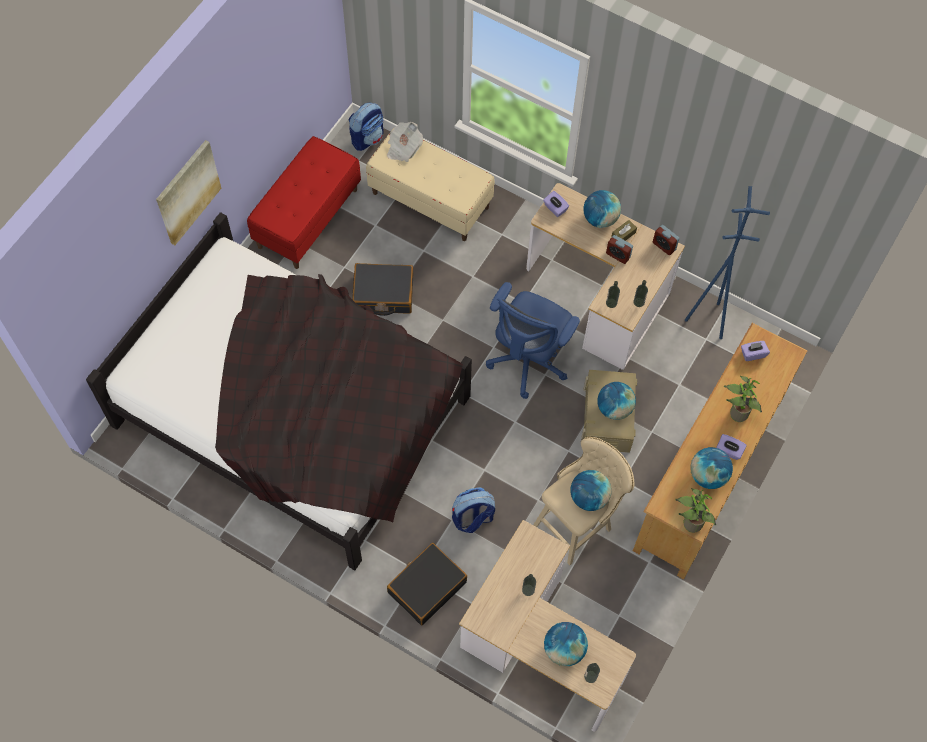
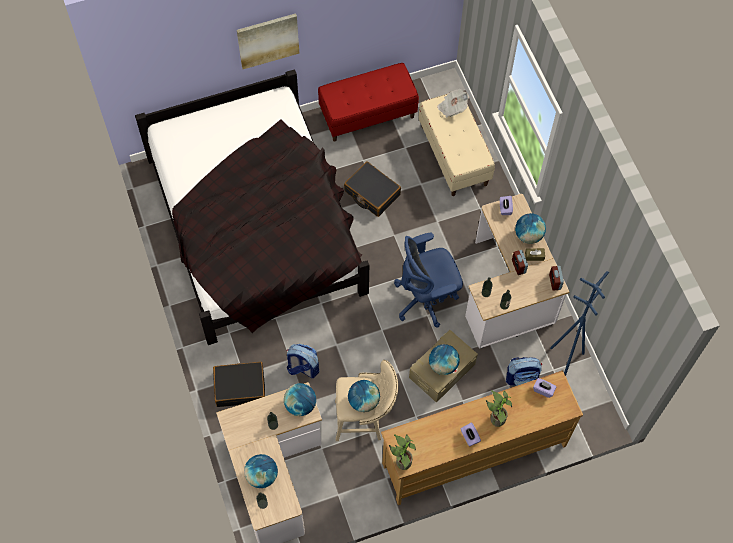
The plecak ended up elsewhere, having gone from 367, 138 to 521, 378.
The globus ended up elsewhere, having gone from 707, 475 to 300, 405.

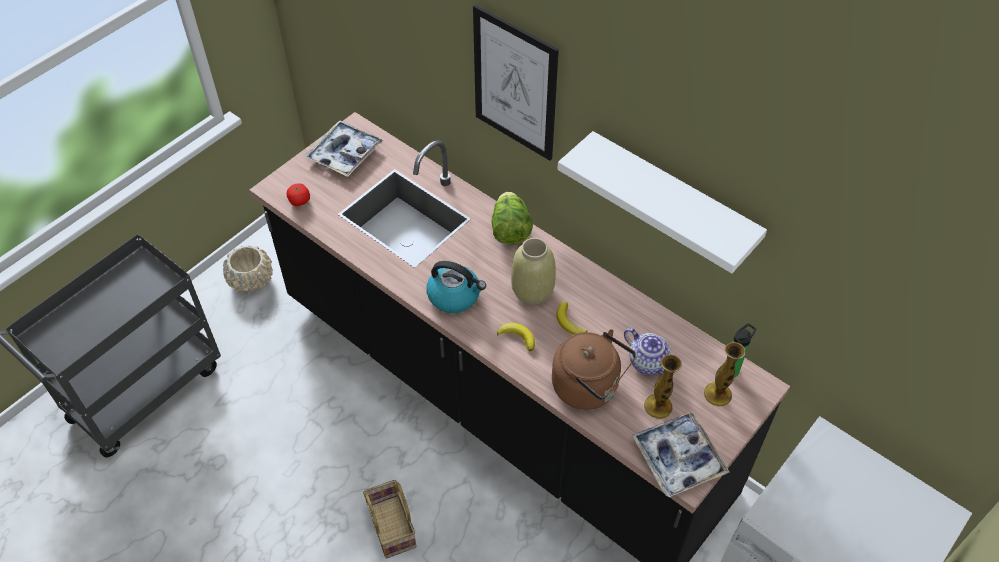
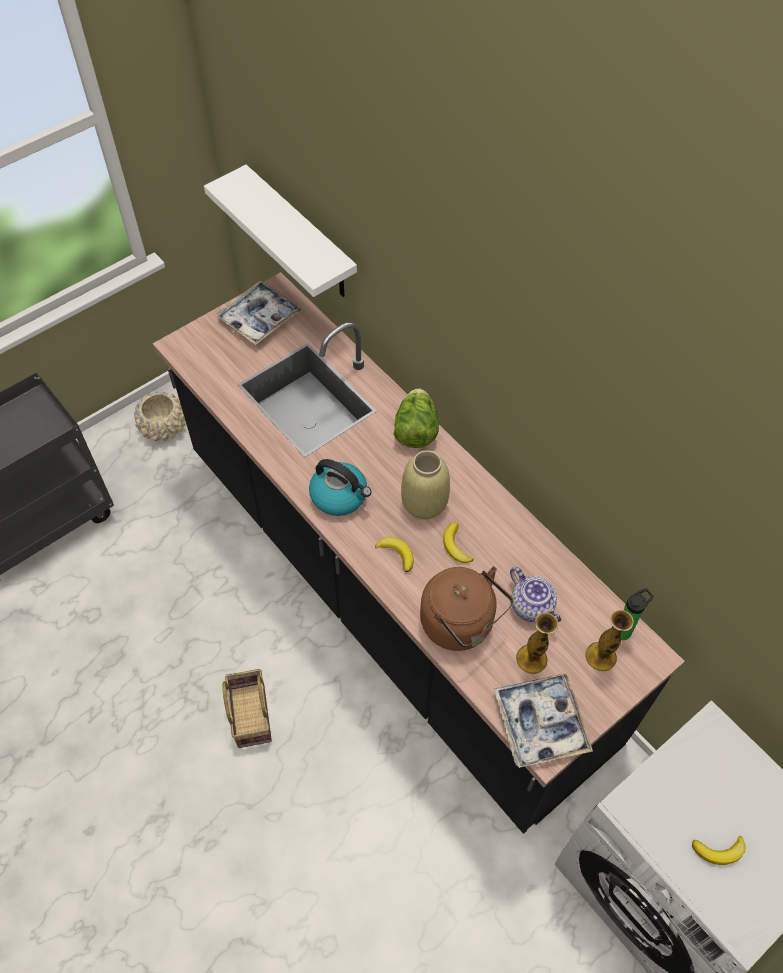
The second view lost the pomidor at 299, 201.
The second view lost the obraz at 515, 84.
The second view gained the banan at 719, 851.
The półka [biały] ended up elsewhere, having gone from 671, 201 to 301, 235.

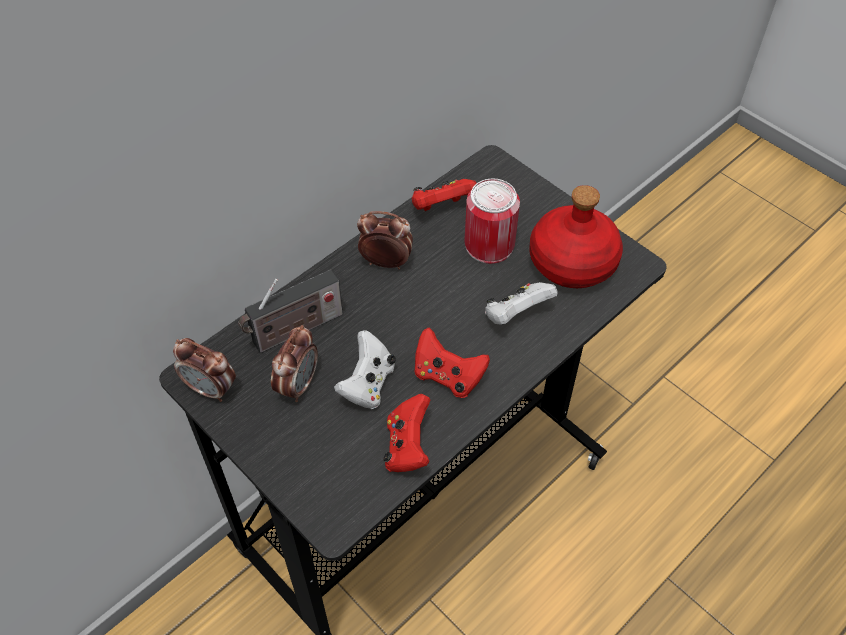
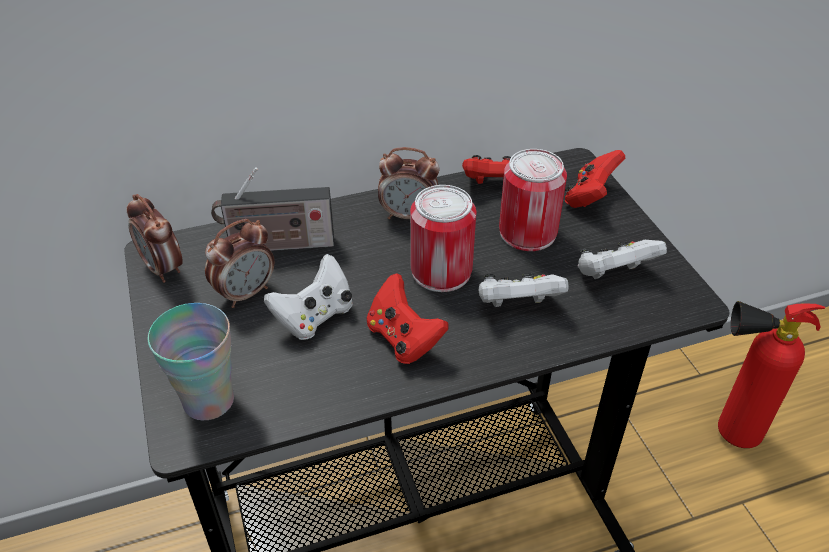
The second view gained the filiżanka at 208, 401.
The second view gained the puszka at 441, 271.
The second view gained the gaśnica at 727, 432.
The pad do gier [czerwony] ended up elsewhere, having gone from 407, 447 to 590, 197.
Where the butelka [czerwony] stood at 572, 261, the pad do gier [biały] came to stand at 613, 275.
The budzik at 386, 262 ended up facing another way, 150 degrees clockwise from before.

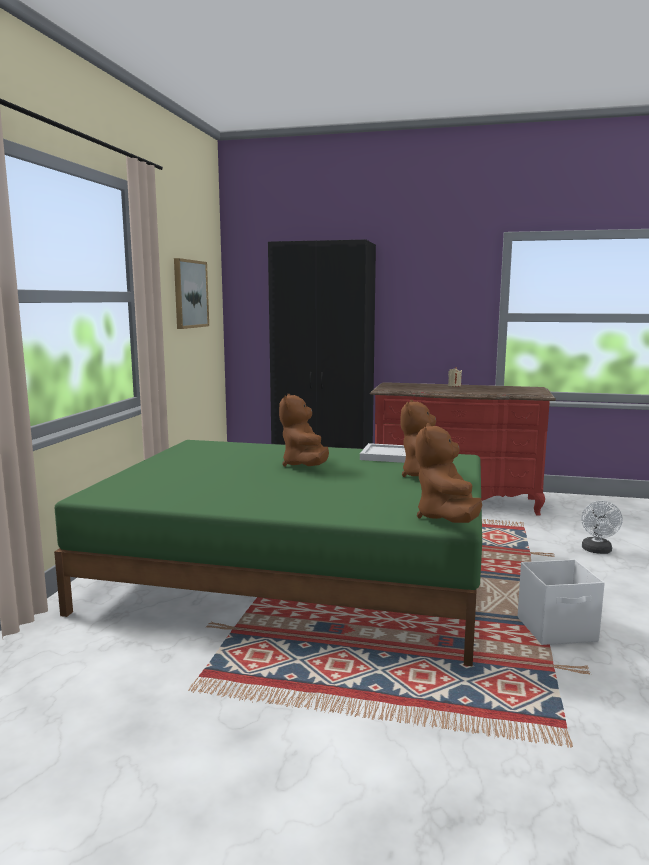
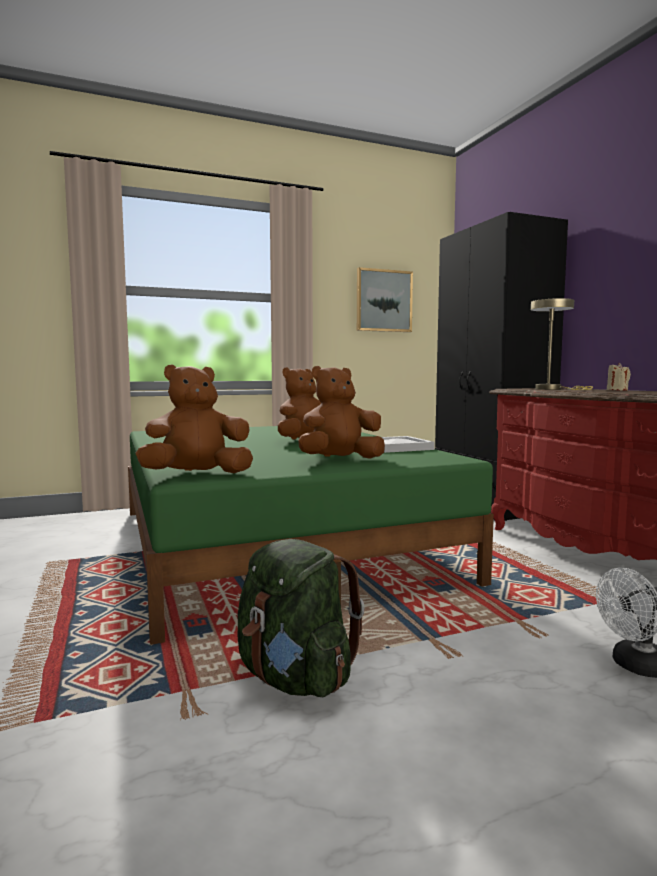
The second view gained the lampa stołowa [beżowy] at 553, 389.
Where the pojemnik do przechowywania [biały] stood at 557, 629, the plecak [zielony] came to stand at 295, 678.

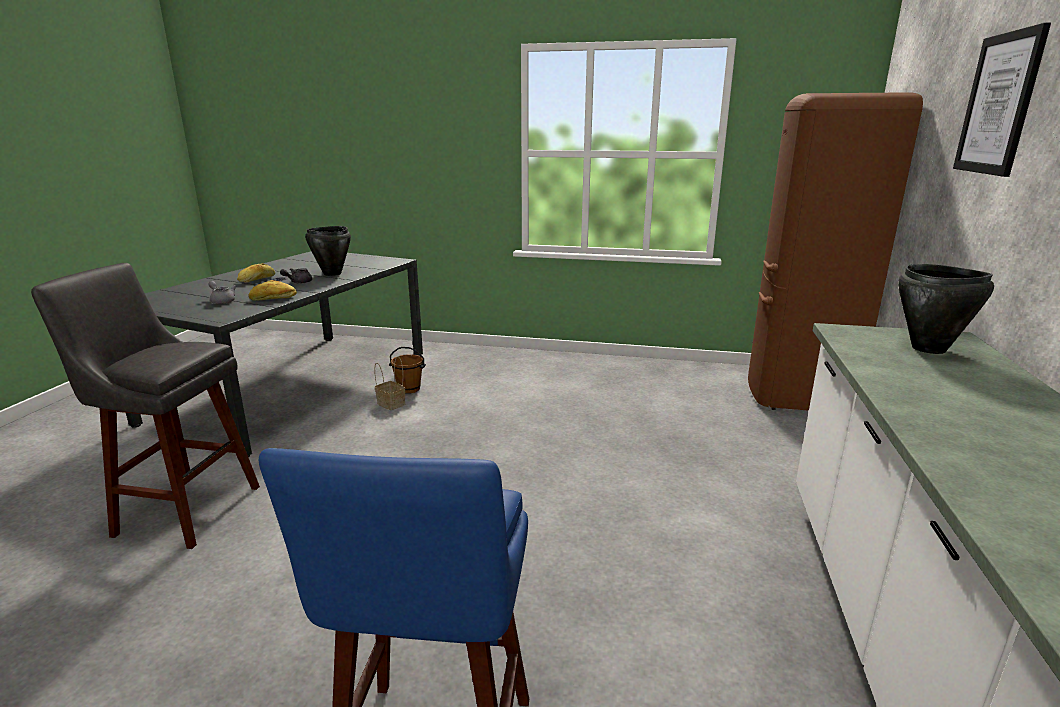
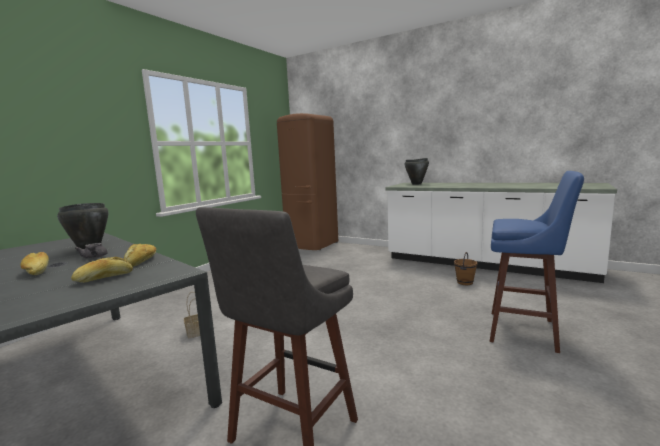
The second view lost the obraz at 999, 104.
The wiadro [brązowy] ended up elsewhere, having gone from 409, 389 to 465, 283.
Where the imbryk [szary] stood at 222, 301, the chleb came to stand at 104, 278.

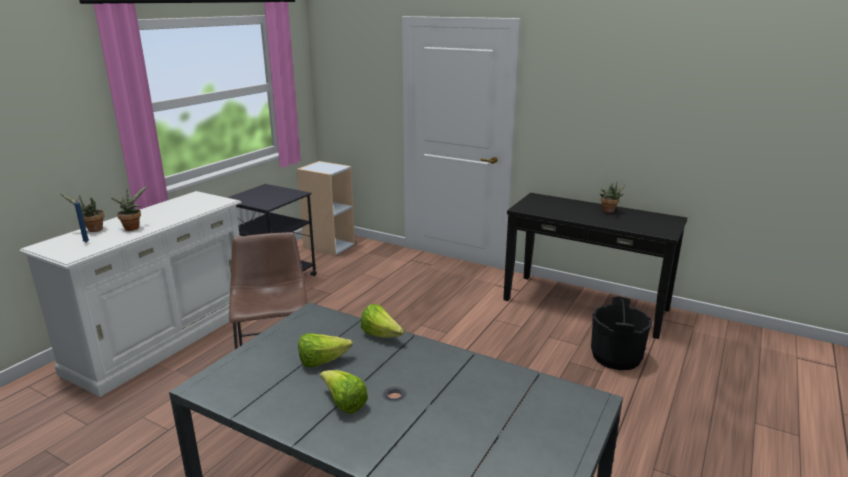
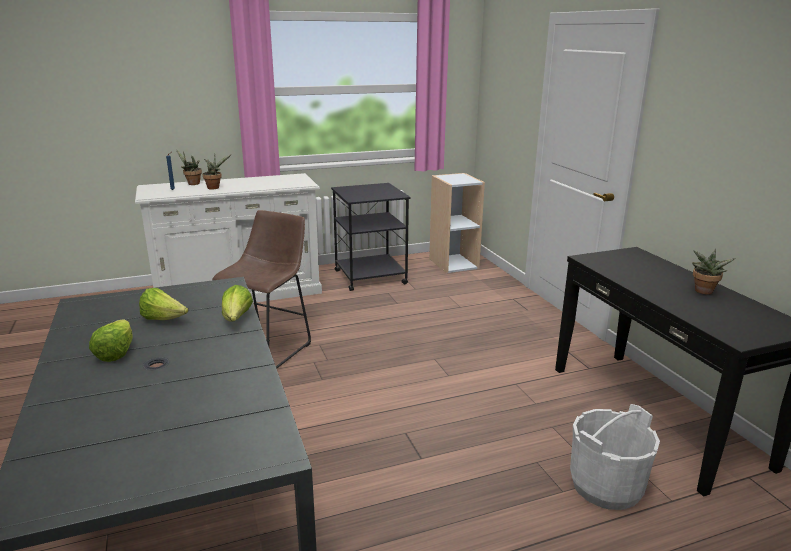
What was the wiadro [czarny] at 616, 357 turned into the wiadro [biały] at 605, 486.

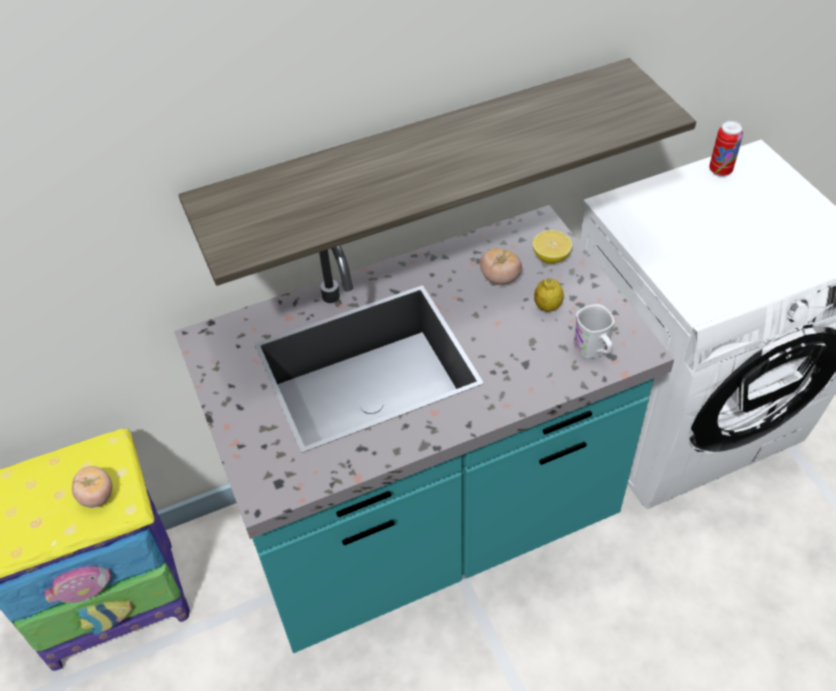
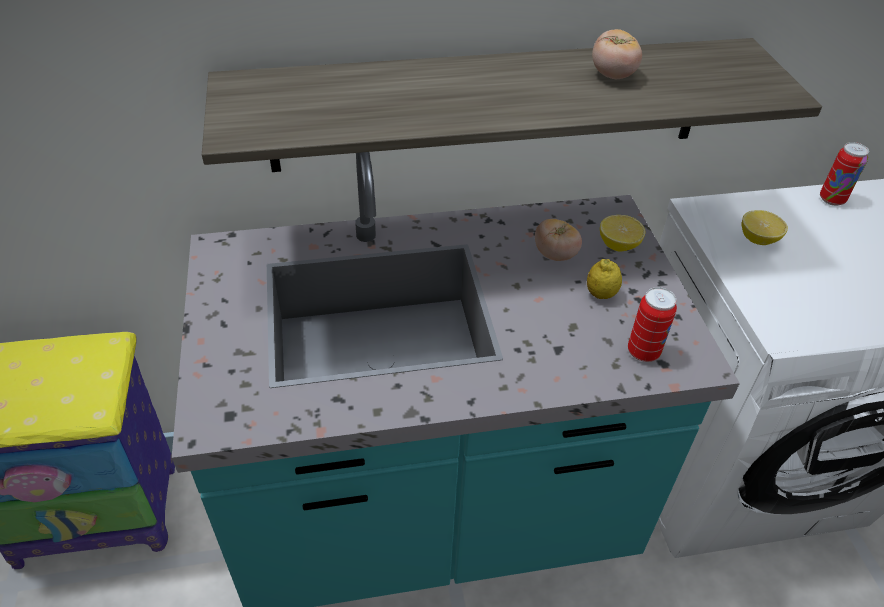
The second view gained the cytryna at 758, 239.
The pomidor ended up elsewhere, having gone from 97, 496 to 613, 75.
Where the kubek [biały] stood at 594, 350, the puszka came to stand at 643, 352.

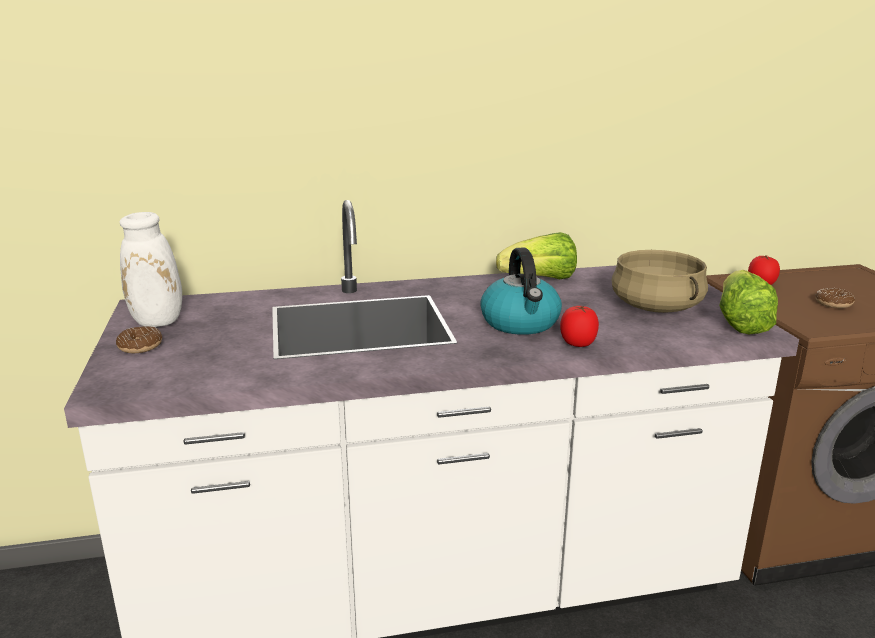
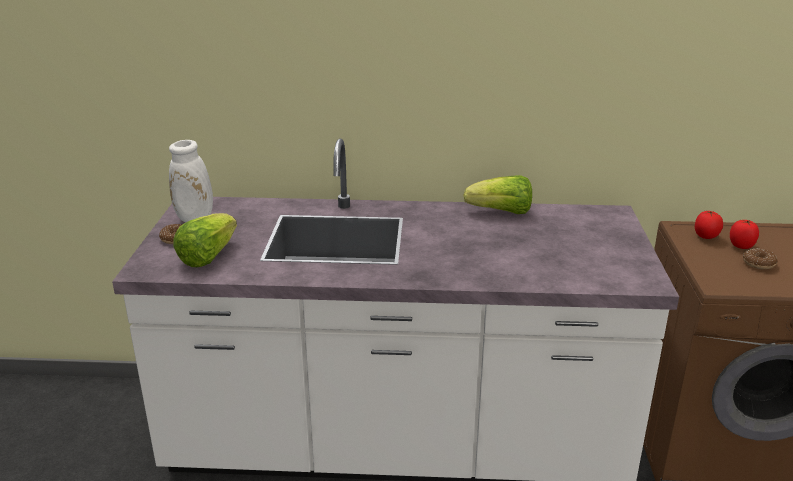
The second view lost the czajnik at 521, 323.
The second view lost the garnek [beżowy] at 657, 307.
The pomidor ended up elsewhere, having gone from 578, 343 to 741, 246.
The sałata ended up elsewhere, having gone from 740, 323 to 207, 256.

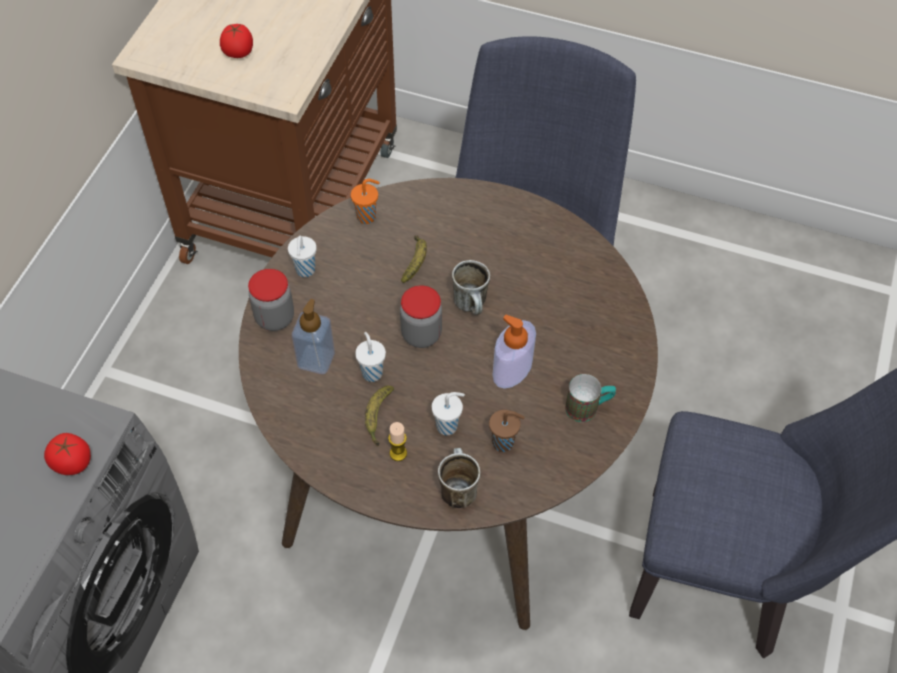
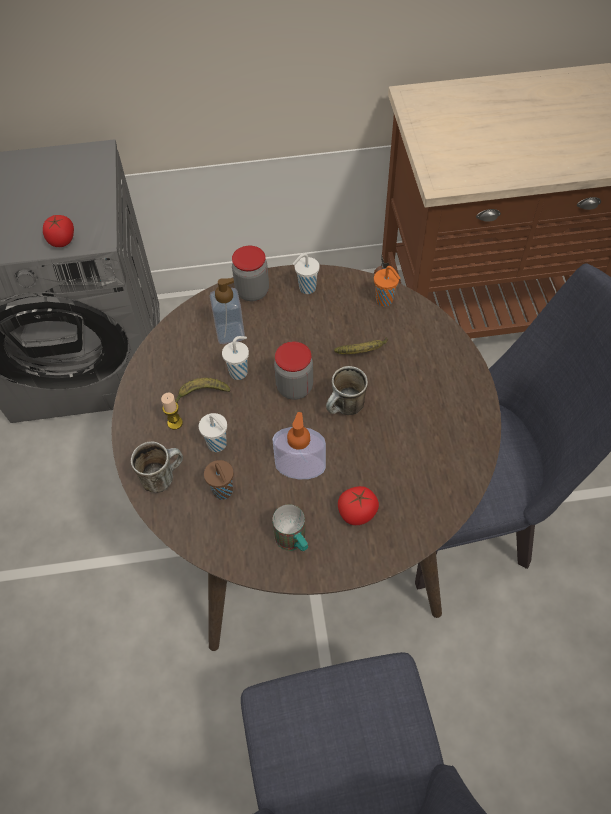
The pomidor ended up elsewhere, having gone from 238, 52 to 357, 512.

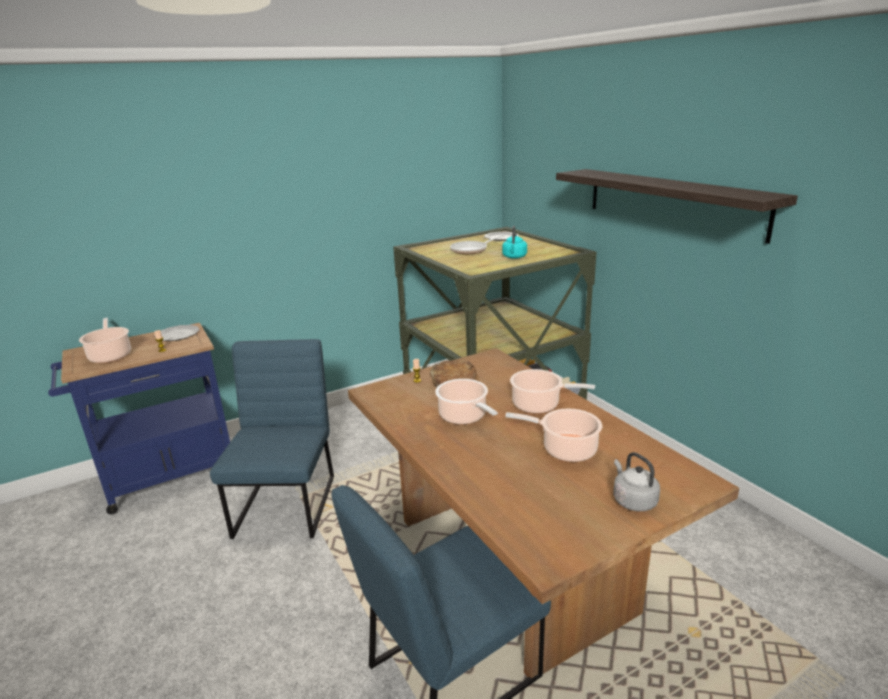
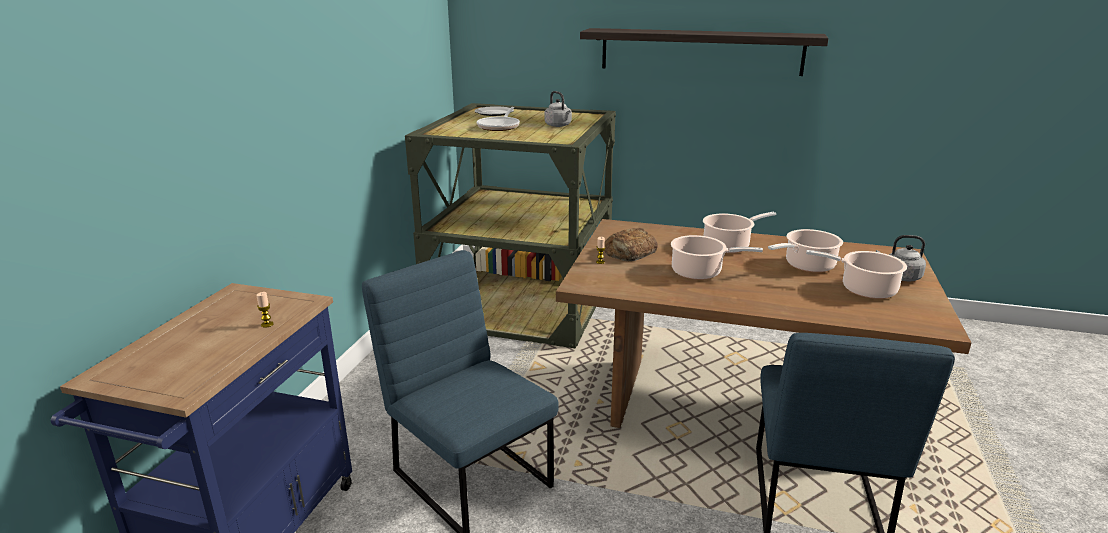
The second view lost the talerz at 177, 334.
The garnek ended up elsewhere, having gone from 110, 355 to 864, 289.
What was the czajnik [turkusowy] at 514, 257 turned into the czajnik [szary] at 559, 125.

